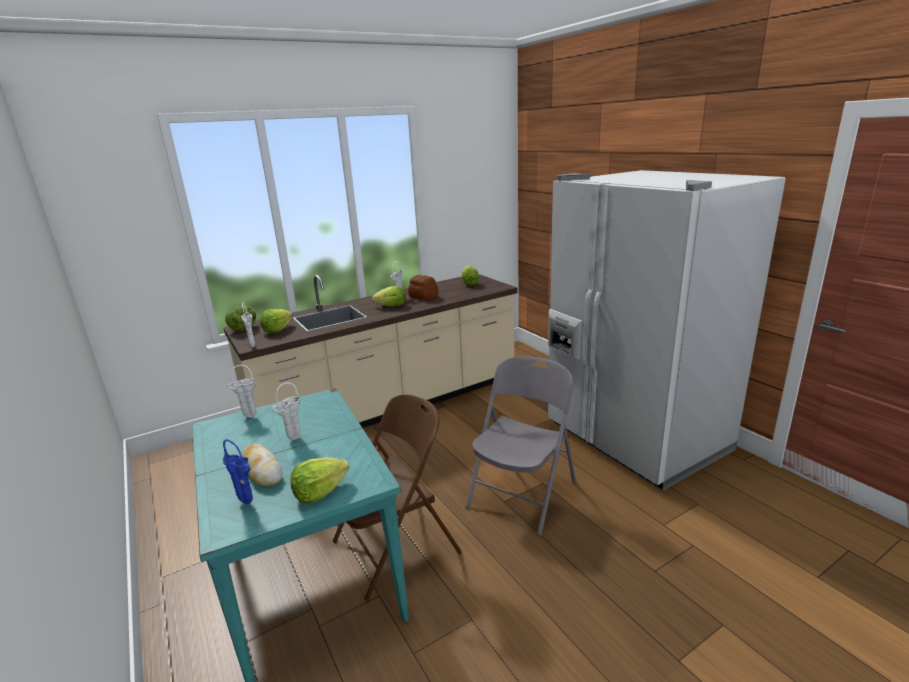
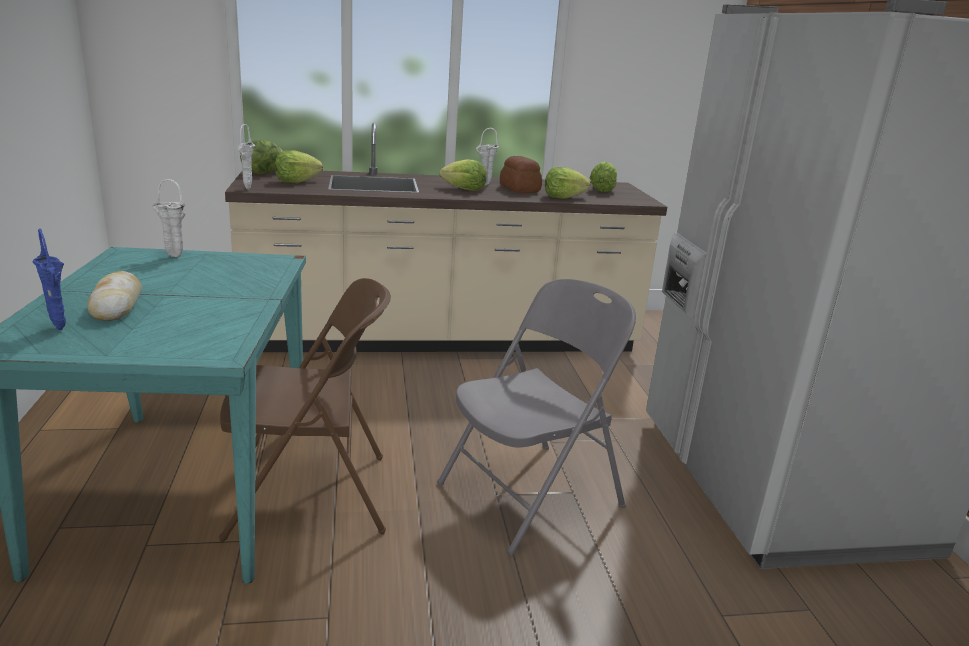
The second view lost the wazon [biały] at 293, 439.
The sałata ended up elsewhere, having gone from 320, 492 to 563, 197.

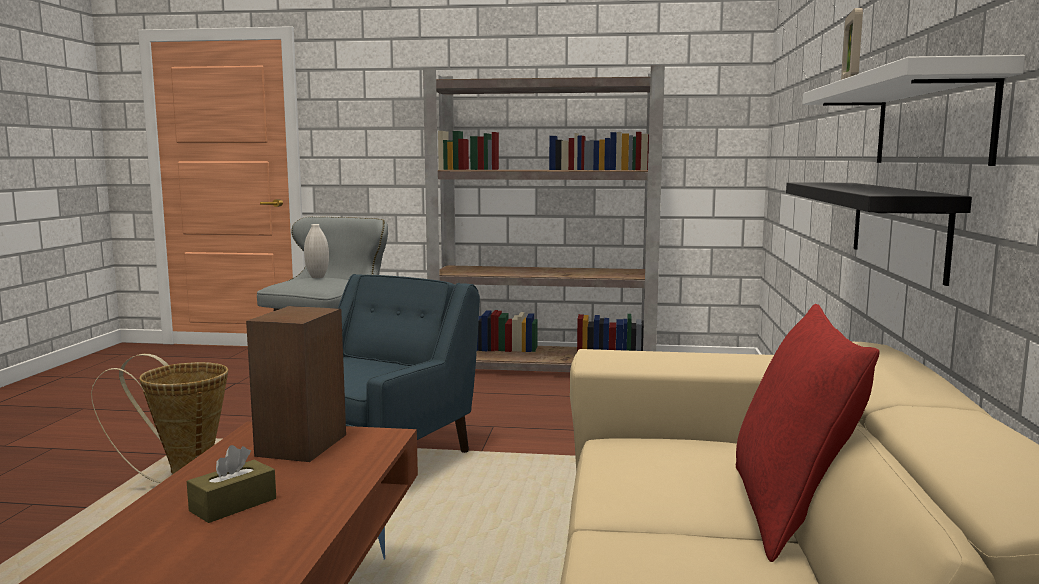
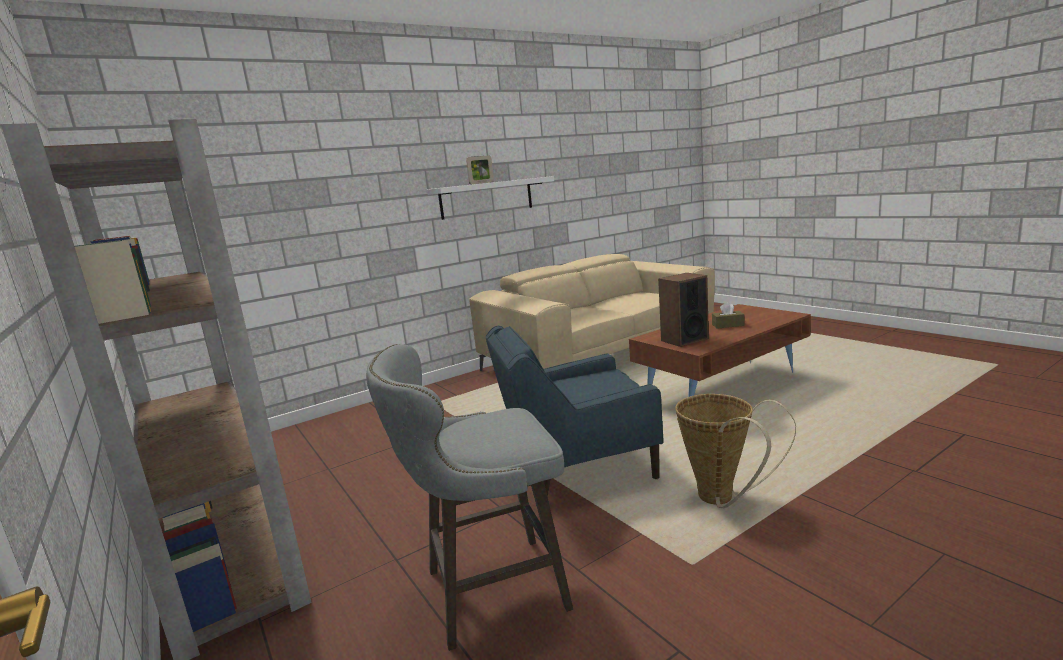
The second view lost the wazon [biały] at 317, 277.
The second view lost the poduszka [czerwony] at 790, 512.
The second view lost the półka [czarny] at 897, 226.

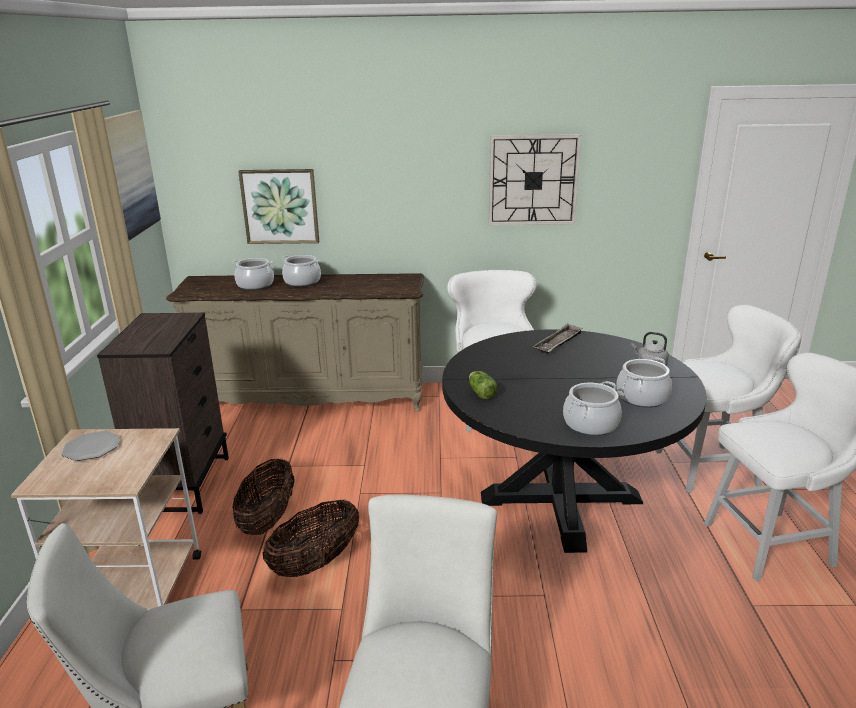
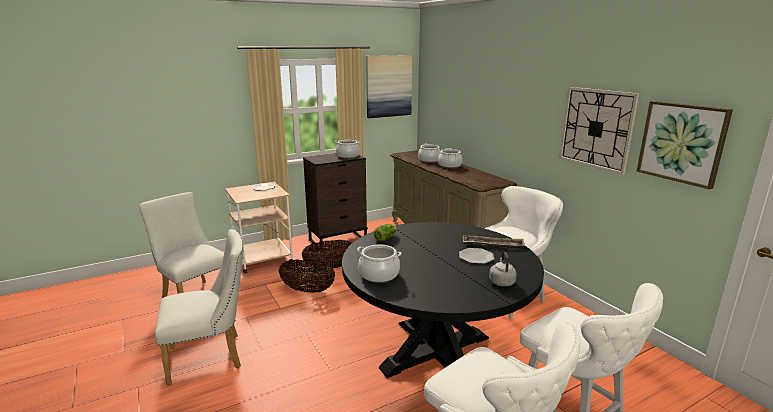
The second view gained the talerz at 476, 257.
The obraz ended up elsewhere, having gone from 280, 206 to 681, 143.
The garnek ended up elsewhere, having gone from 642, 397 to 348, 156.

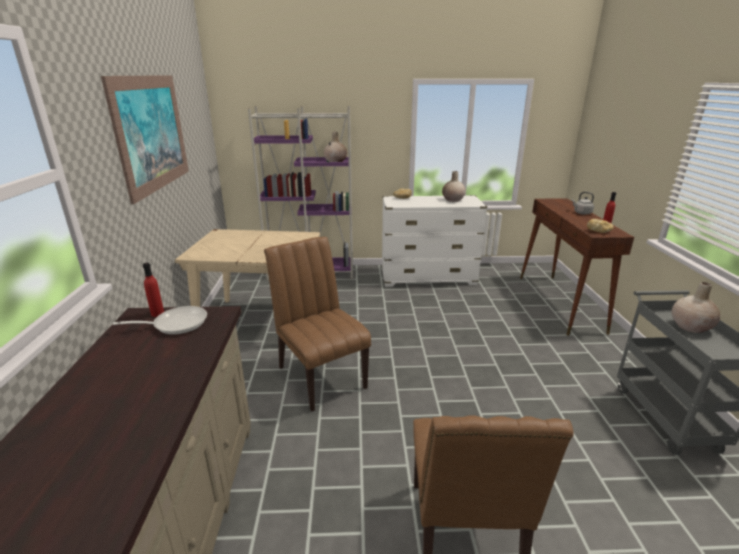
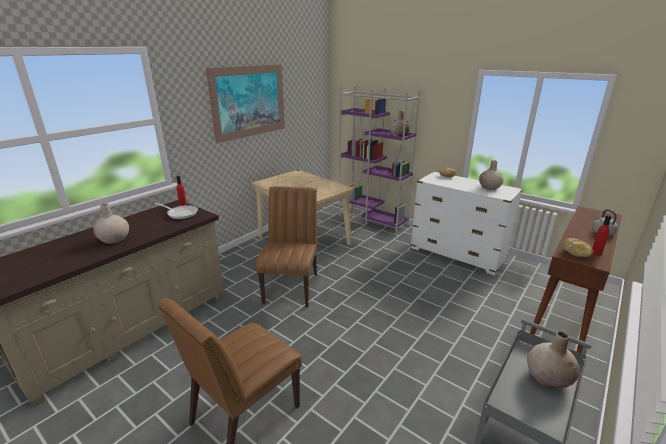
The second view gained the wazon [beżowy] at 114, 239.

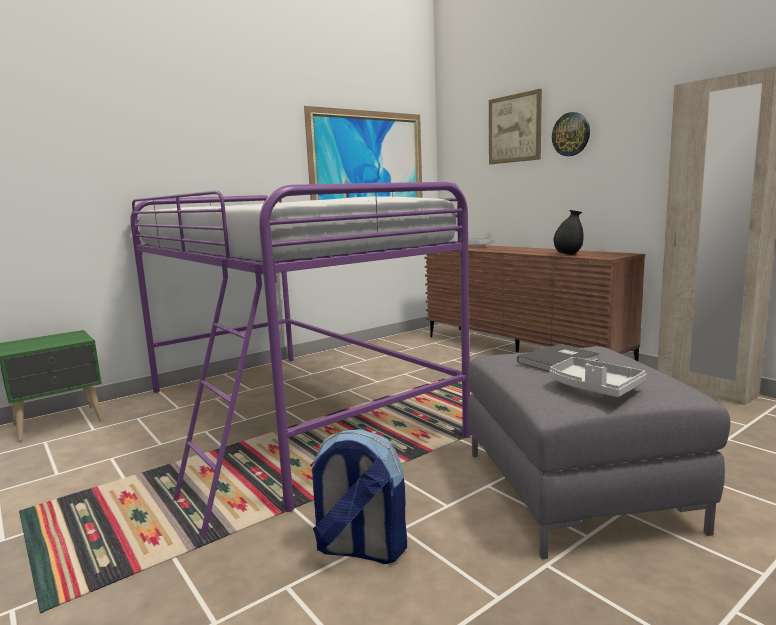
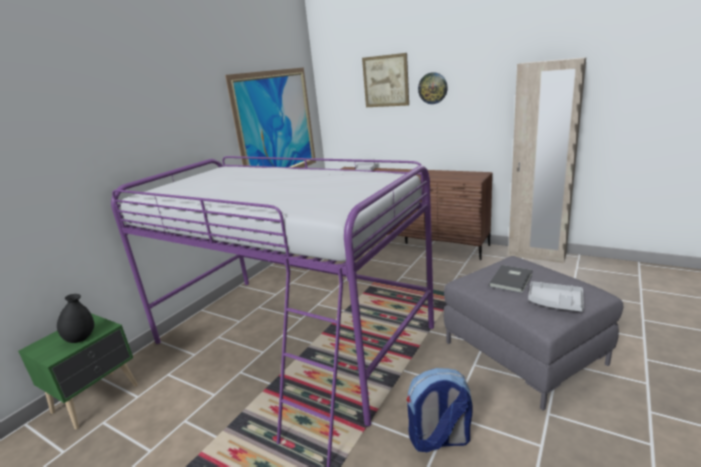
The wazon [czarny] ended up elsewhere, having gone from 568, 254 to 81, 338.

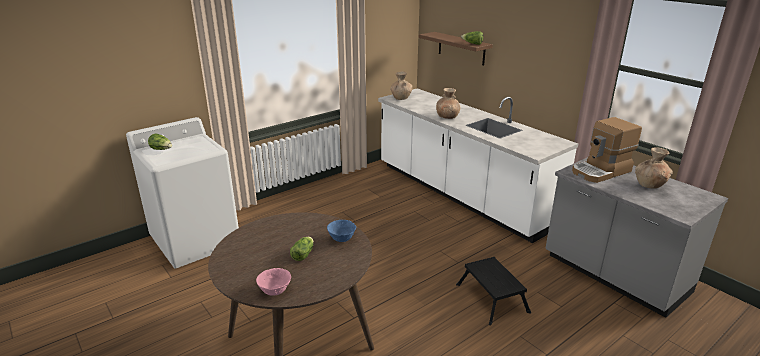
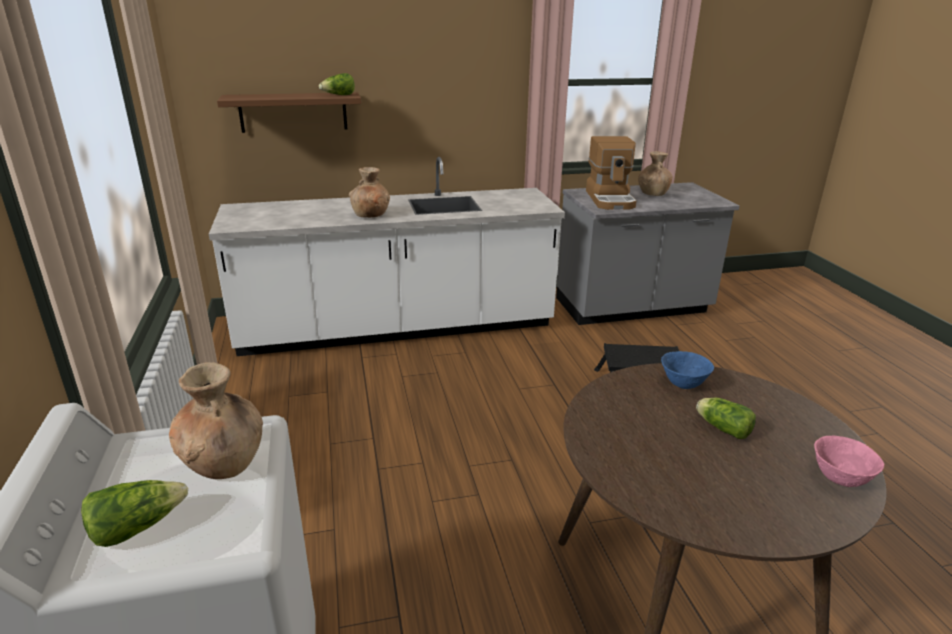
The wazon [brązowy] ended up elsewhere, having gone from 401, 98 to 224, 463.

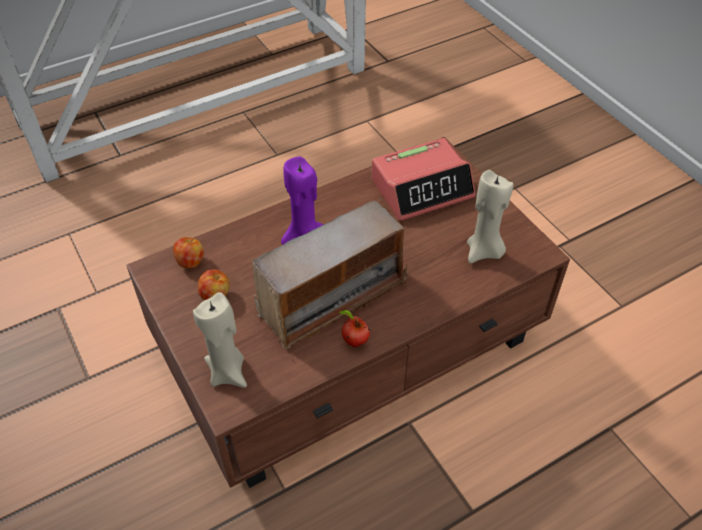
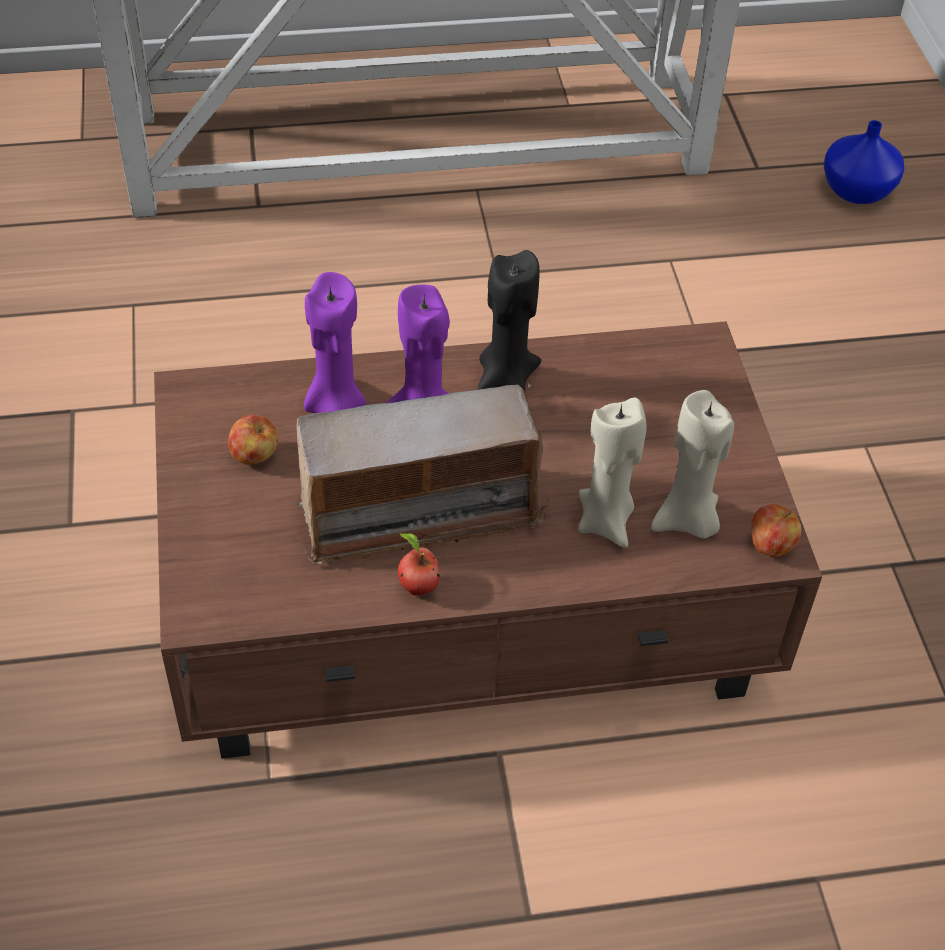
The second view lost the budzik at 422, 188.
The second view gained the świeca [fioletowy] at 334, 406.
The second view gained the świeca [czarny] at 505, 378.
The second view gained the wazon [niebieski] at 858, 190.
The jabłko ended up elsewhere, having gone from 190, 262 to 770, 545.
The świeca [beżowy] ended up elsewhere, having gone from 228, 372 to 606, 521.

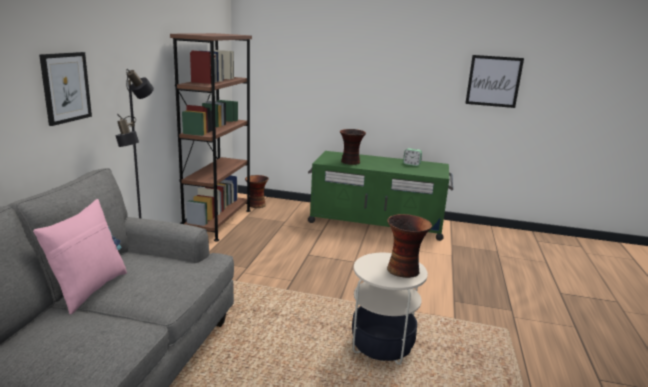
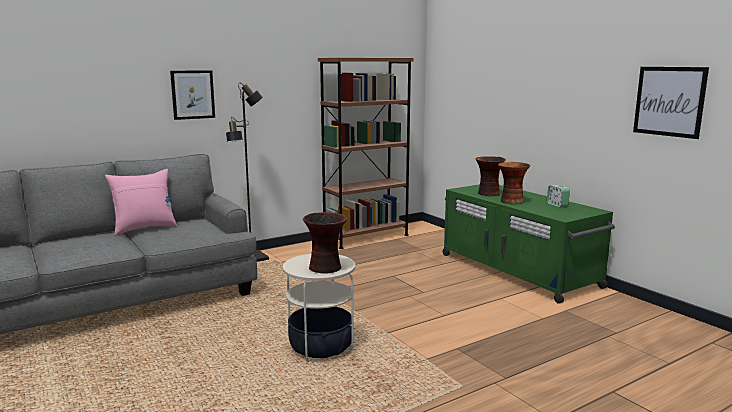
The wazon ended up elsewhere, having gone from 256, 205 to 511, 201.

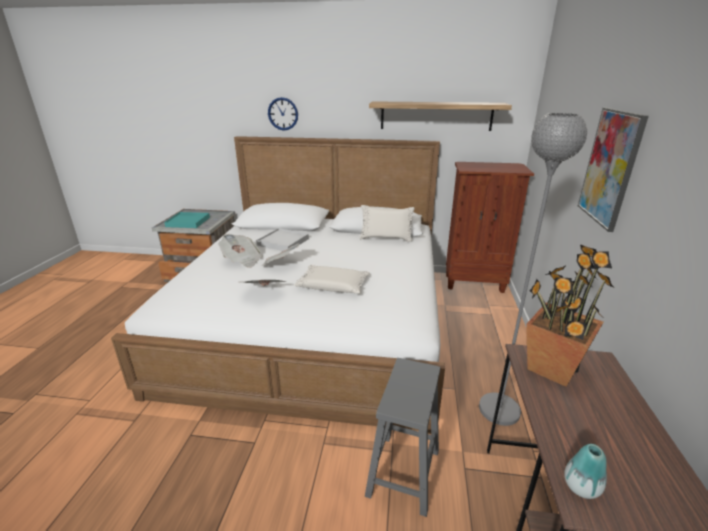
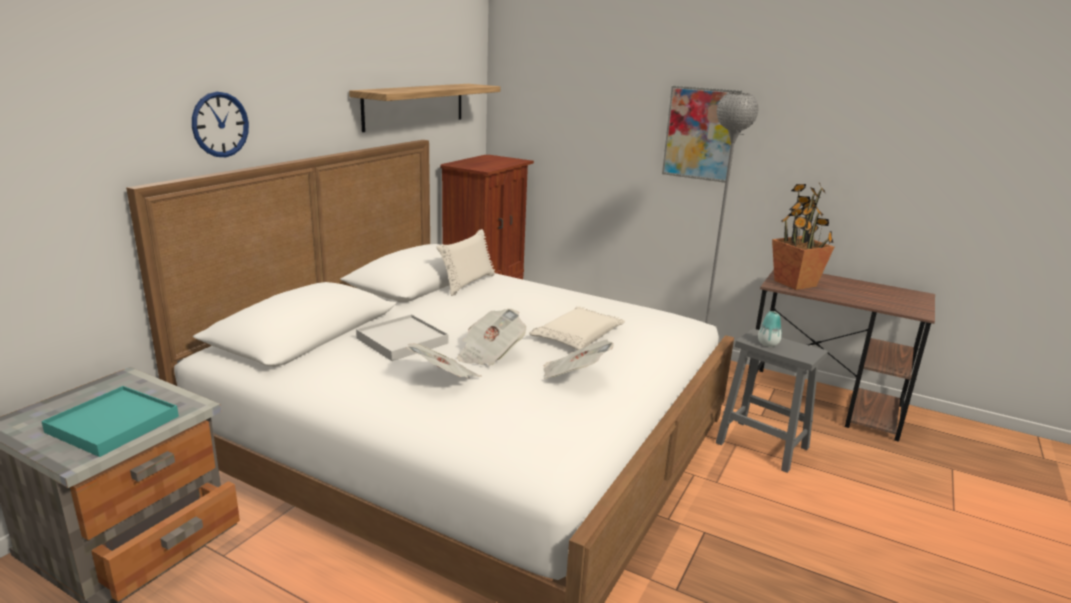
The wazon ended up elsewhere, having gone from 581, 487 to 768, 344.

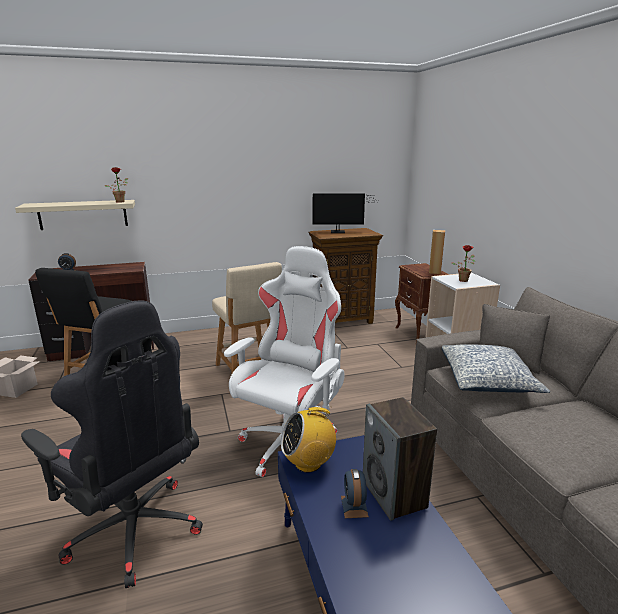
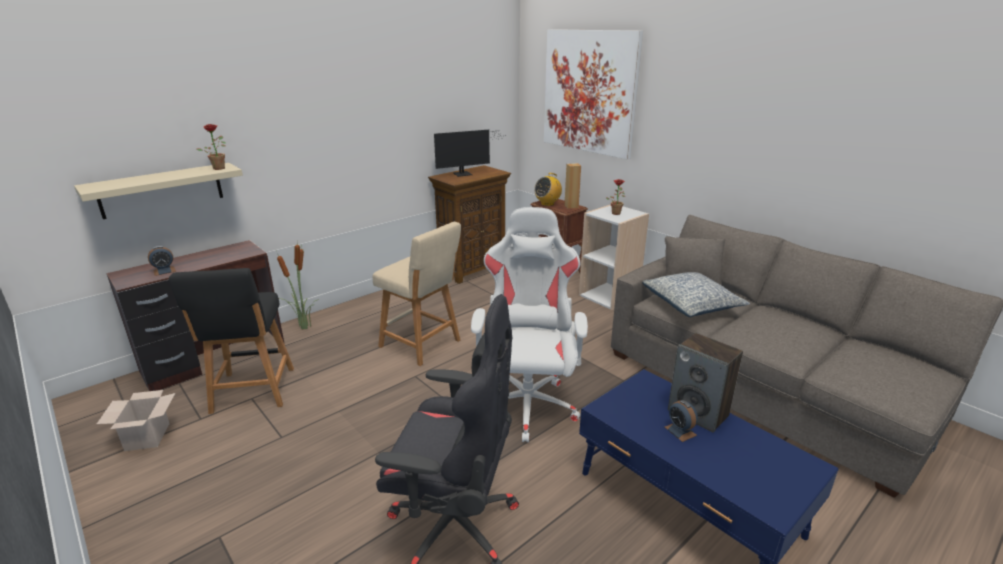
The second view gained the roślina doniczkowa at 304, 327.
The second view gained the obraz at 589, 92.
The radio ended up elsewhere, having gone from 308, 463 to 547, 204.

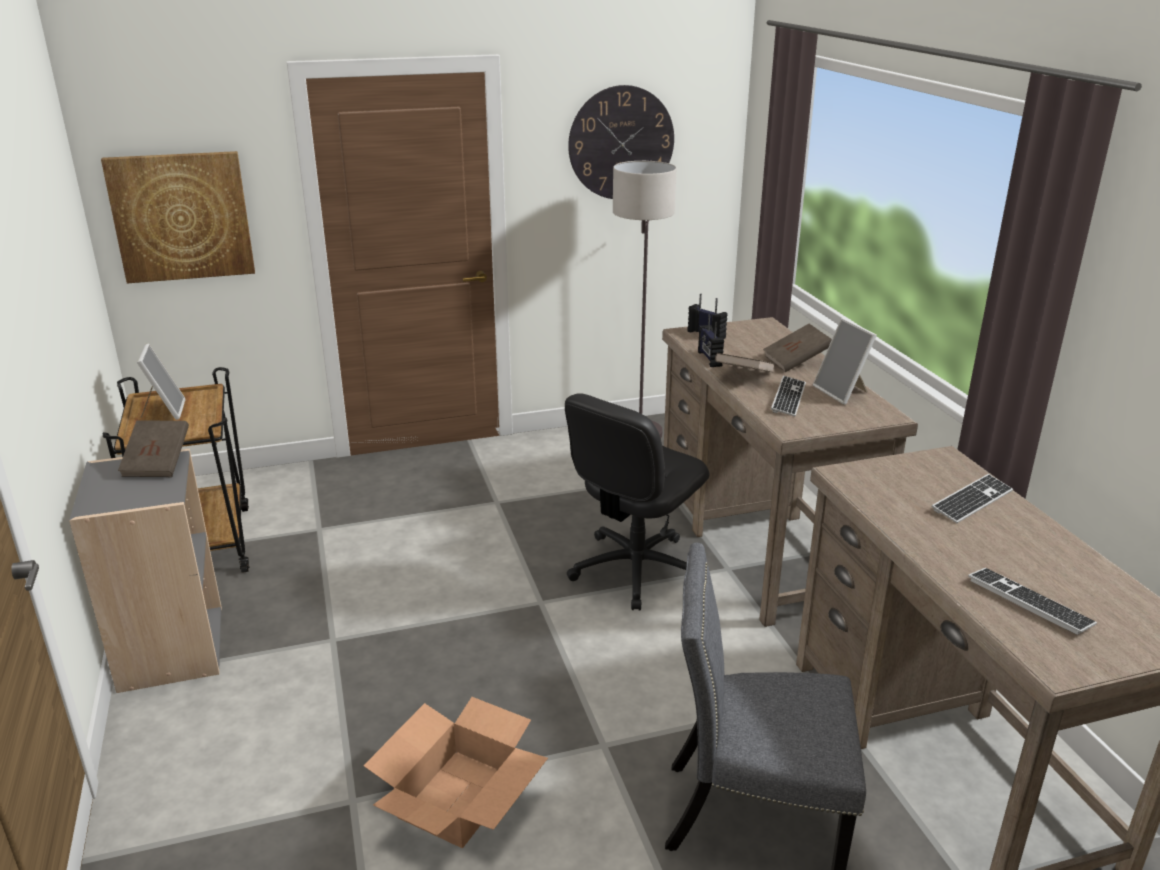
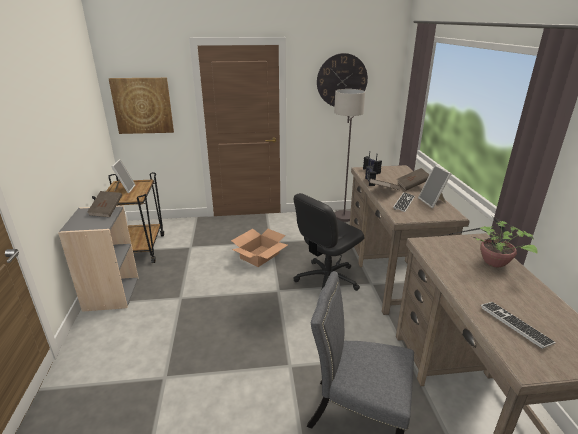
The karton ended up elsewhere, having gone from 459, 797 to 260, 256.
Where the klawiatura stood at 972, 501, the roślina doniczkowa came to stand at 491, 263.

